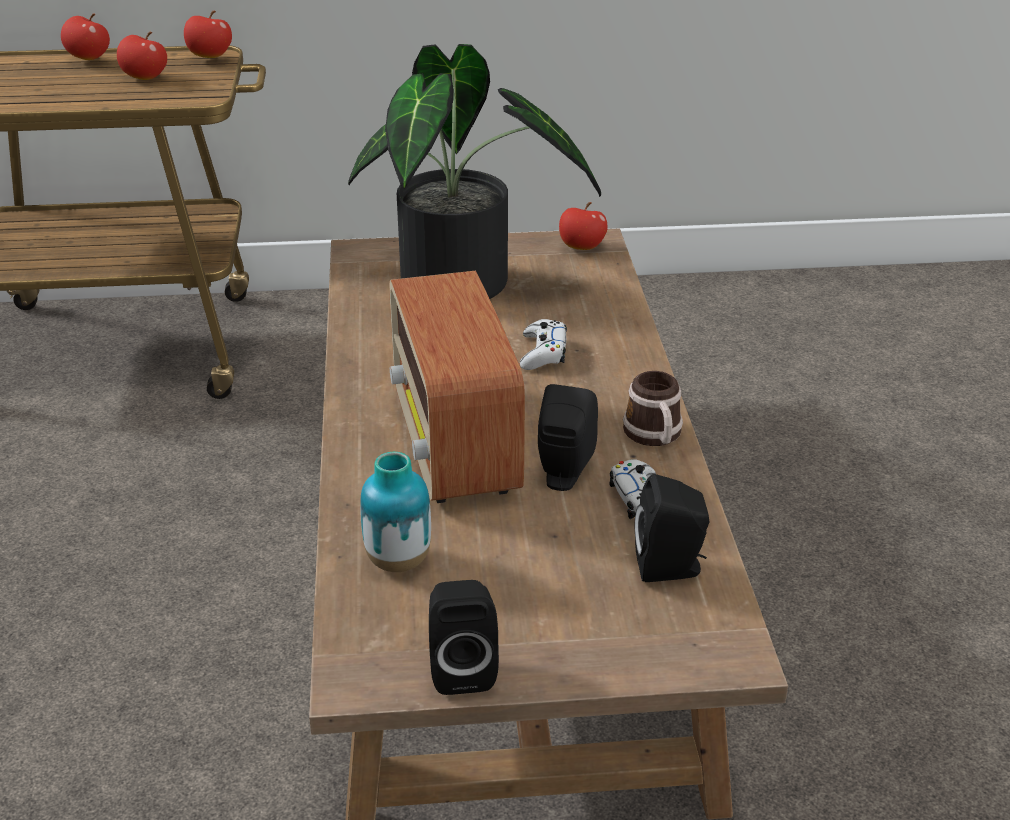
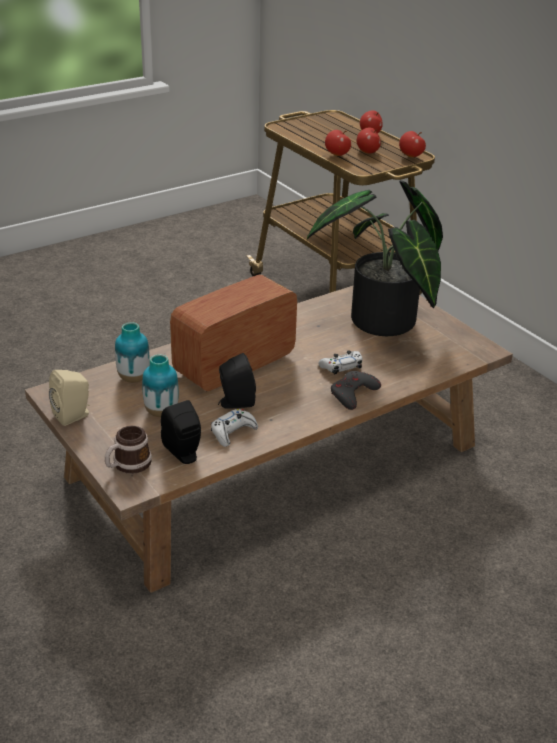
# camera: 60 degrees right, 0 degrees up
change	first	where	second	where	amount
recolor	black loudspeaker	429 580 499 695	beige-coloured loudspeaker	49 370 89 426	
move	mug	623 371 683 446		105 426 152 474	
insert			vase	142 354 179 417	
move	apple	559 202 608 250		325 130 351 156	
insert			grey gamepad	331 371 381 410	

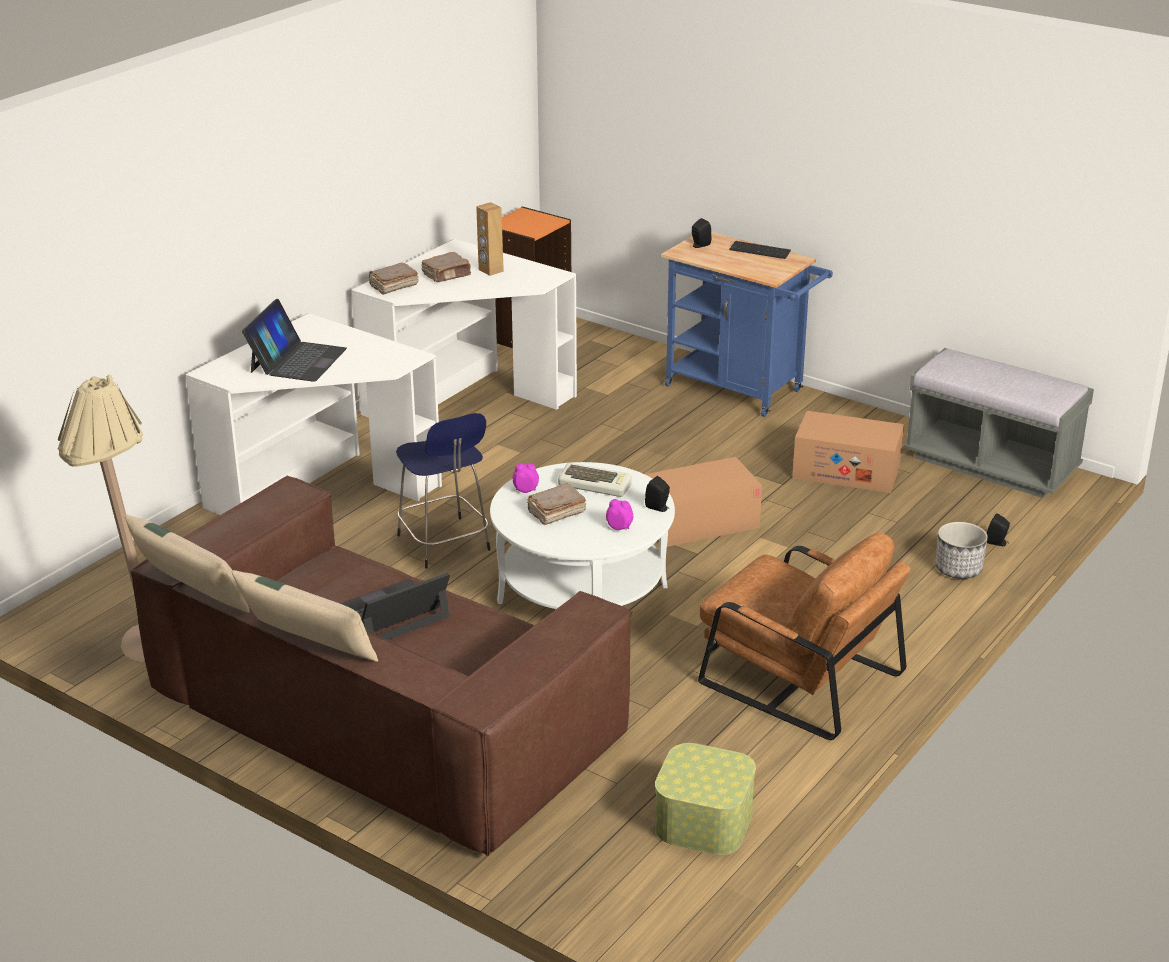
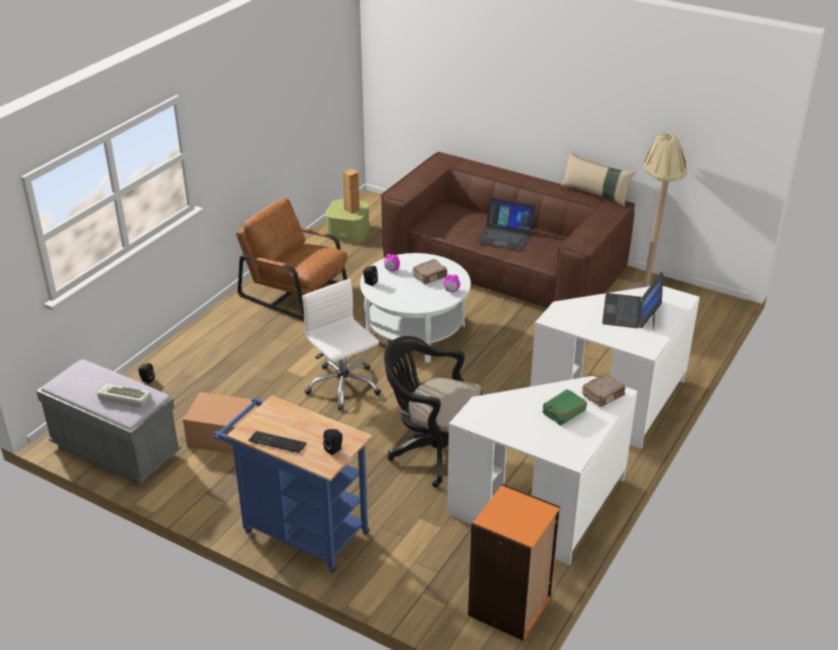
# camera: 175 degrees right, 5 degrees up
change	first	where	second	where	amount
move	PC keyboard	558 463 631 497		97 384 151 408	
replace	packing box	645 457 762 547	white office chair	302 279 381 411	
move	brown loudspeaker	476 202 504 276		343 169 360 213	
insert			black office chair	384 336 482 488	
rotate	portable computer	340 573 450 640		477 197 536 250	60 degrees clockwise
recolor	brown book	421 252 471 282	greenish book	543 389 587 426	
delete	beige-coloured throw pillow	232 570 378 662			
delete	bluish sitting stool	396 413 491 569			
delete	flower pot	936 522 988 579			

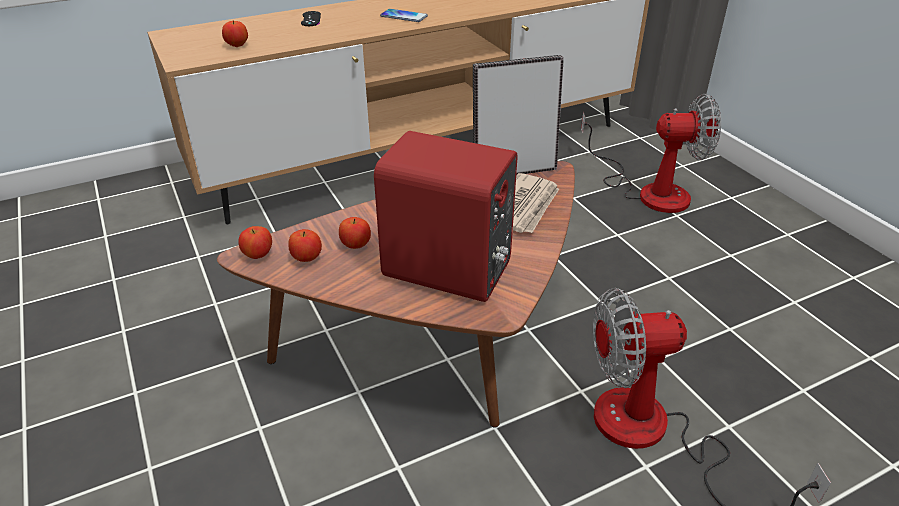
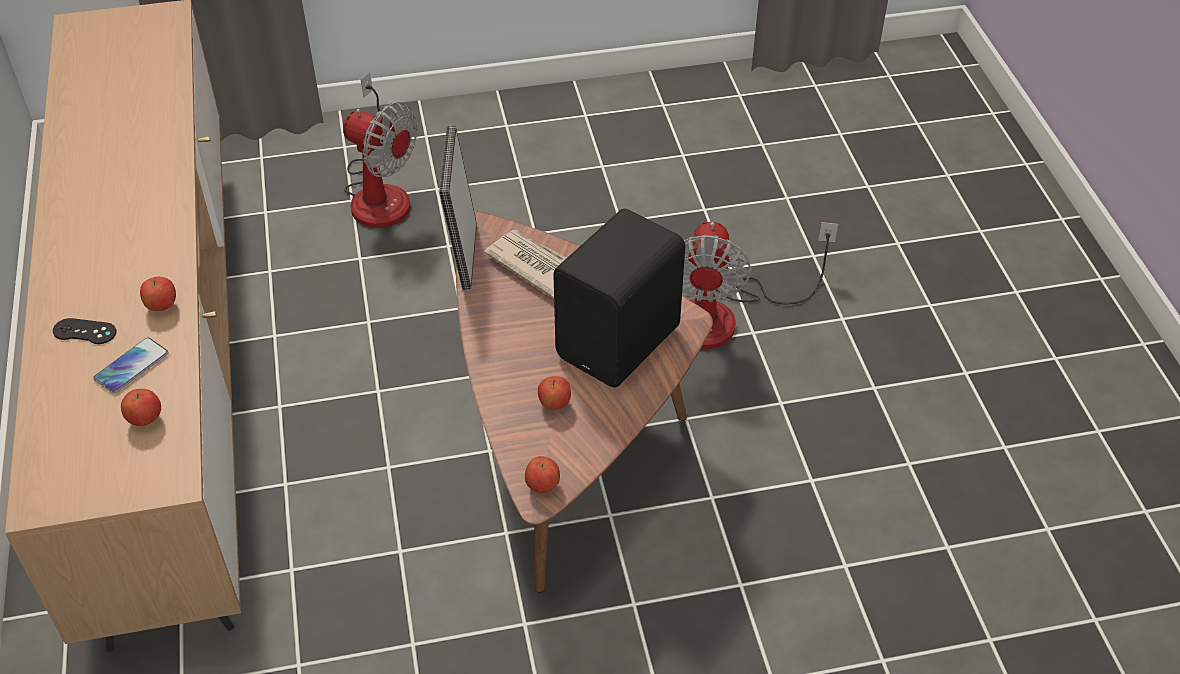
# camera: 75 degrees left, 10 degrees up
change	first	where	second	where	amount
move	handset	380 9 428 22		93 337 169 394	
move	apple	288 229 322 262		140 277 176 311	
rotate	cooling fan	581 94 721 213		343 72 417 228	105 degrees clockwise
recolor	reddish loudspeaker	374 131 518 302	black loudspeaker	553 209 685 387	

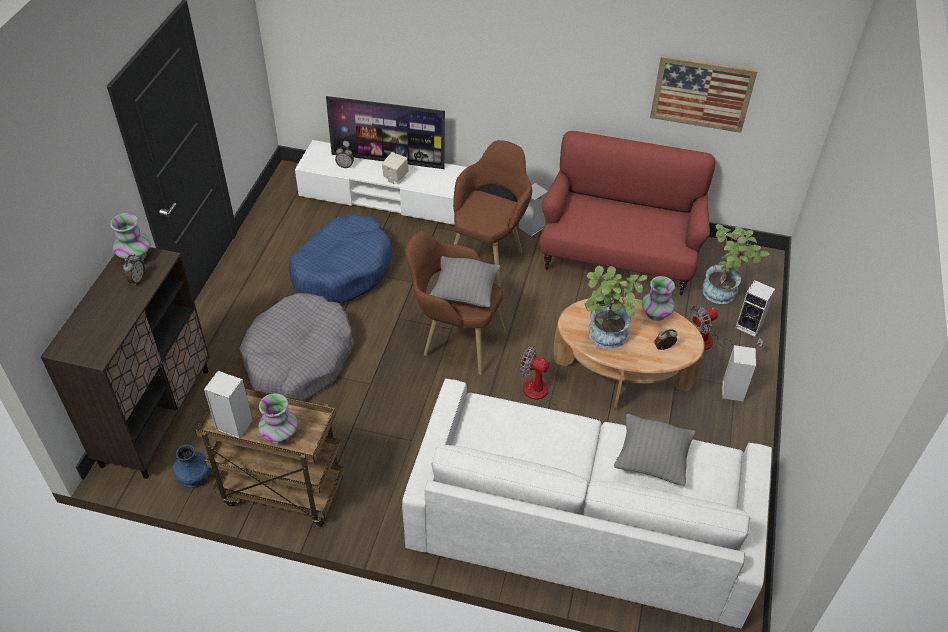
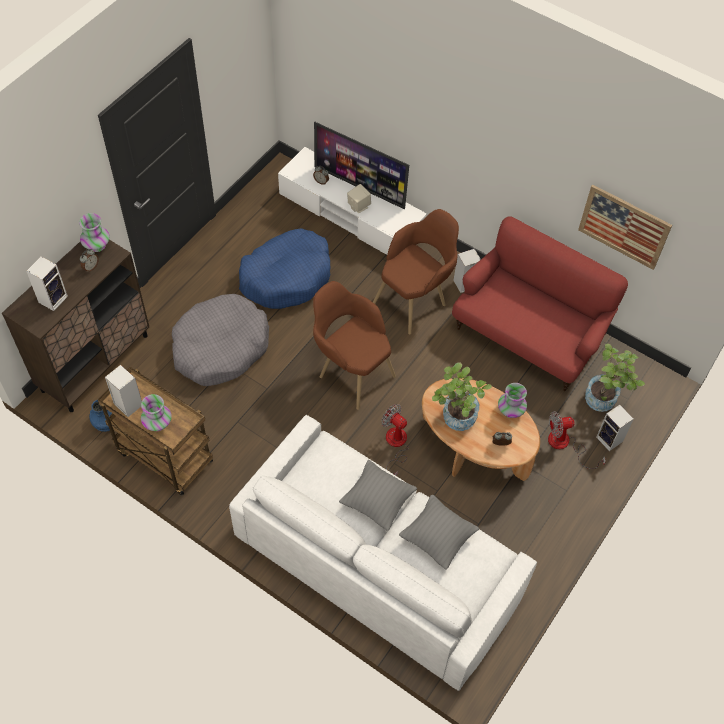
# camera: 20 degrees right, 10 degrees up
change	first	where	second	where	amount
move	loudspeaker	722 345 756 401		26 256 68 311	
move	grey throw pillow	430 256 501 307		339 460 417 531	

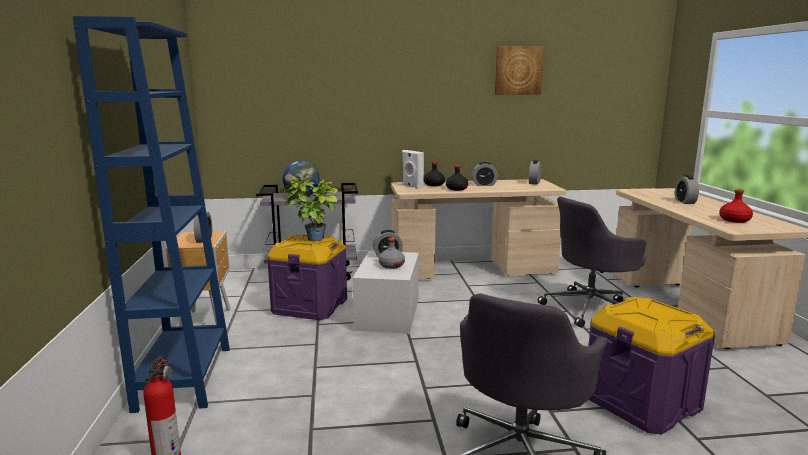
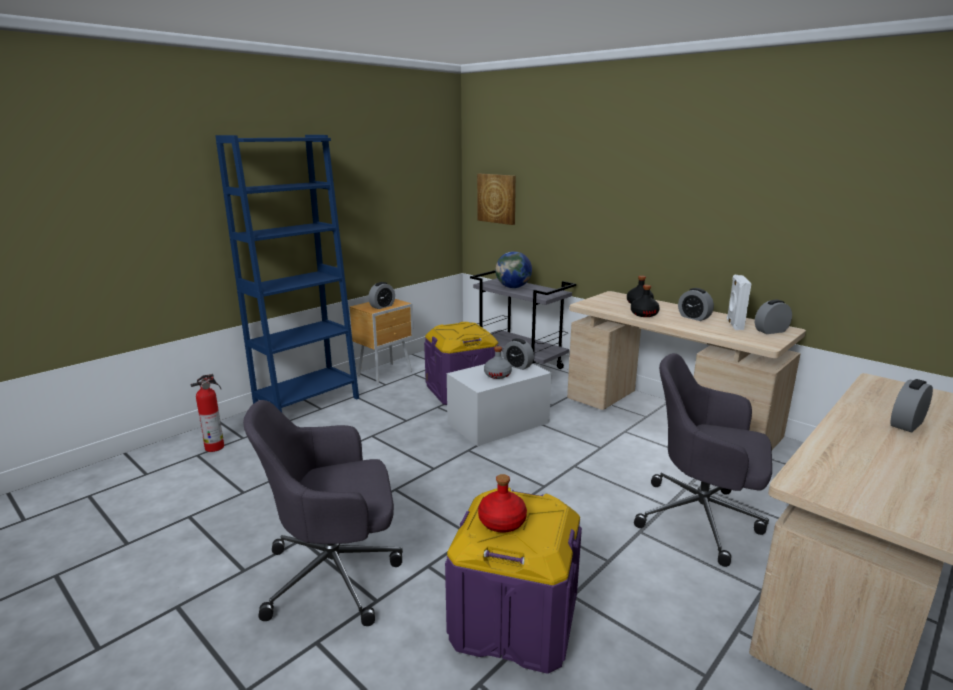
# camera: 50 degrees right, 5 degrees up
change	first	where	second	where	amount
move	wall art	495 46 544 95		477 174 516 225	
move	reddish beverage bottle	719 189 753 223		478 474 527 533	
move	white loudspeaker	402 150 424 189		726 275 752 330	
delete	potted plant	284 174 338 241			

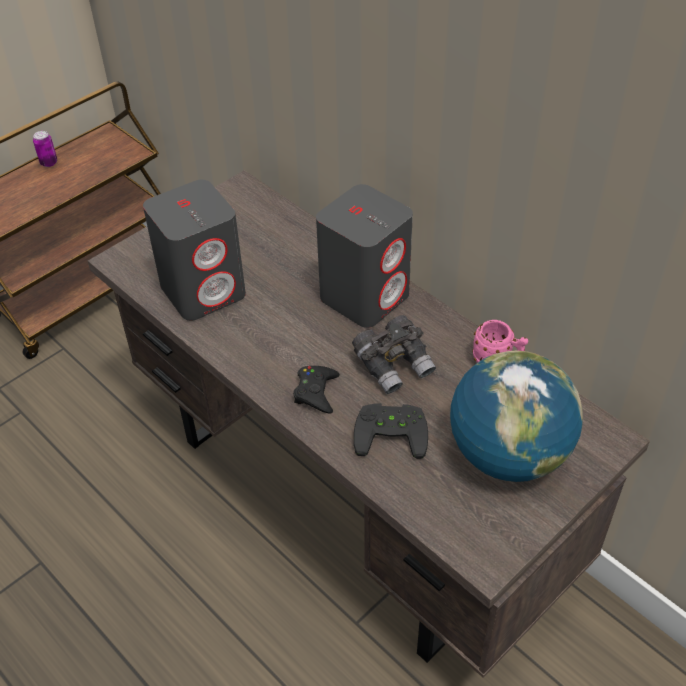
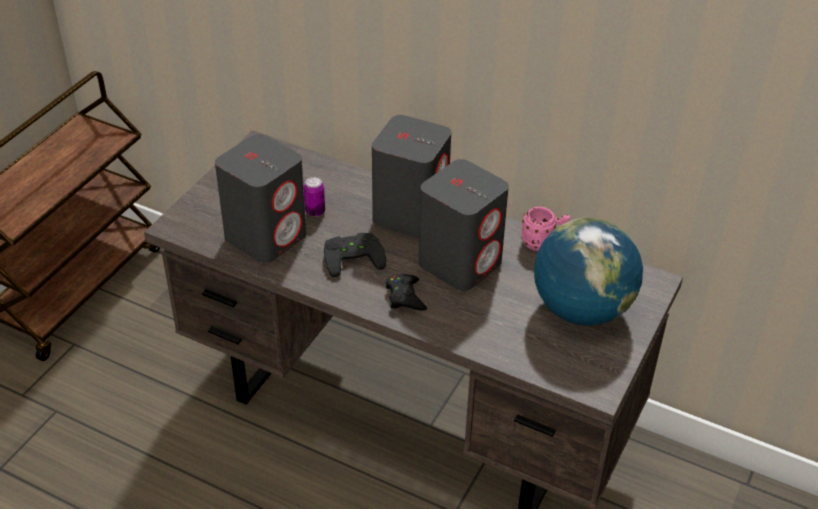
# camera: 20 degrees left, 5 degrees down
change	first	where	second	where	amount
move	can	33 131 57 167		304 177 325 217	
move	black gamepad	354 403 428 459		324 233 386 277	
replace	grey binoculars	352 315 436 394	grey loudspeaker	419 159 509 291	

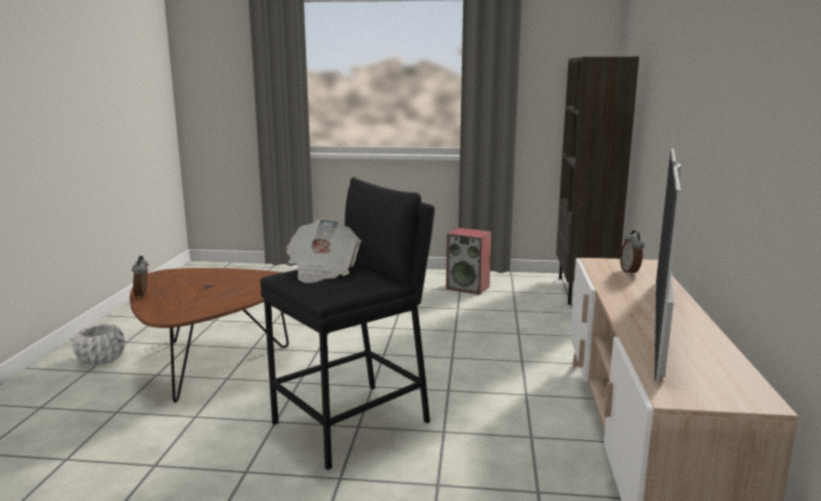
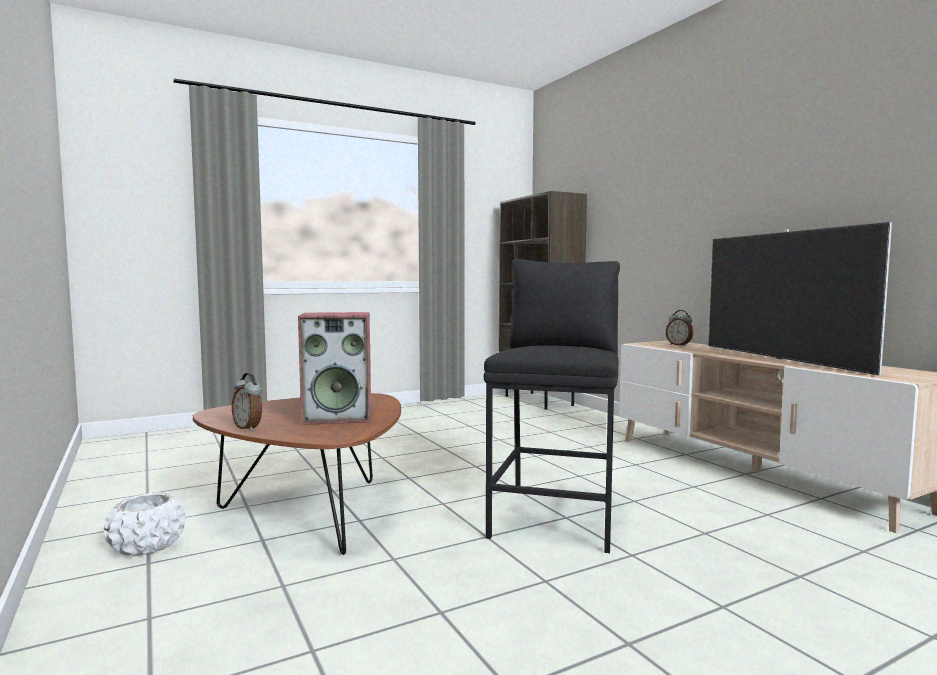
# camera: 35 degrees left, 10 degrees down
change	first	where	second	where	amount
move	loudspeaker	446 228 491 295		298 312 371 425	
delete	daily paper	286 218 361 283			

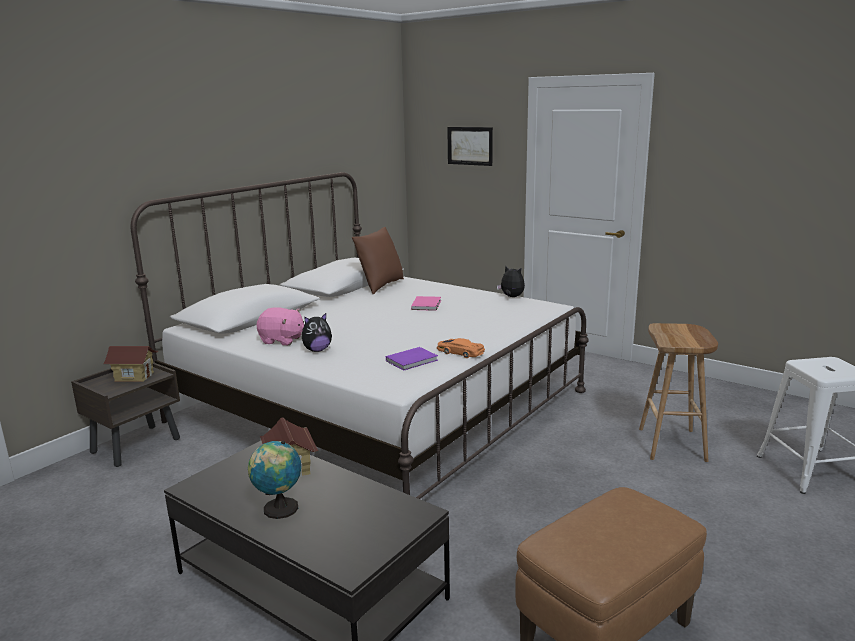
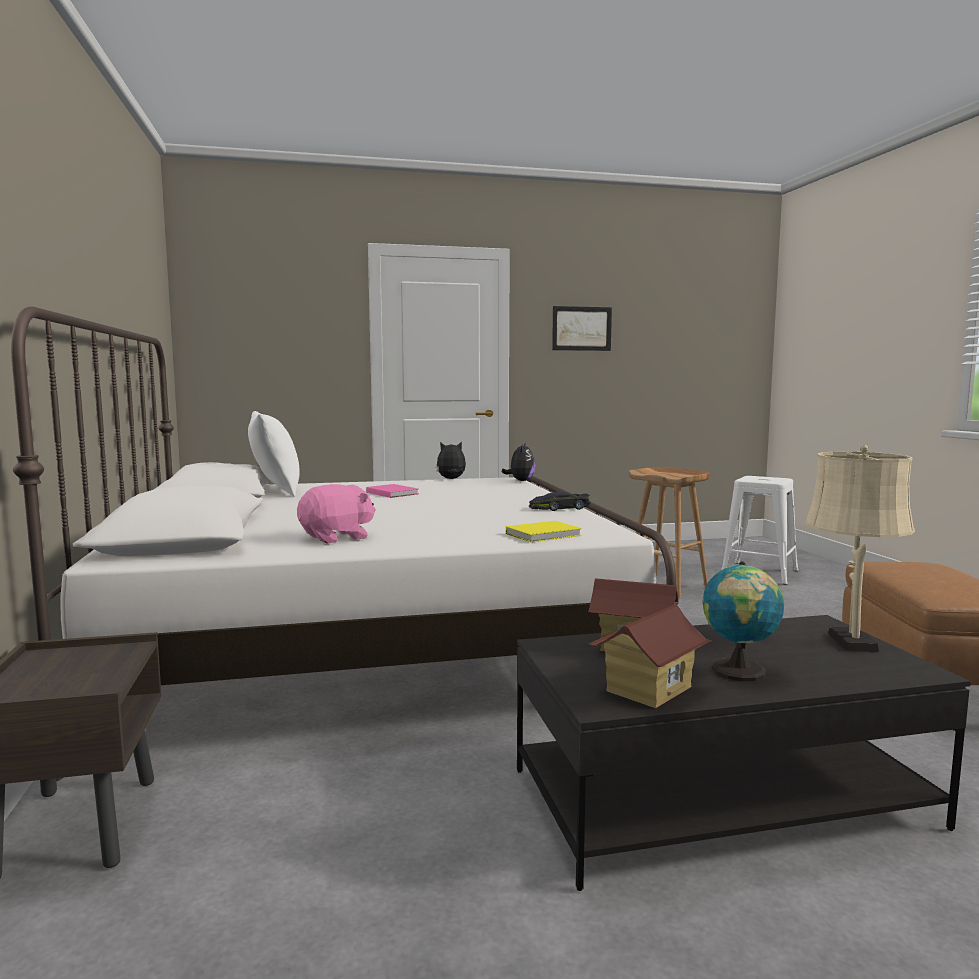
# camera: 50 degrees left, 10 degrees down
change	first	where	second	where	amount
recolor	brown throw pillow	352 227 404 294	white throw pillow	248 411 300 497	
move	plush toy	302 313 332 352		502 442 535 481	
insert			yellowish book	506 521 582 542	
recolor	orangey toy car	437 338 485 358	black toy car	529 492 591 511	
move	wall art	447 127 493 166		552 306 612 351	
move	model house	104 346 158 382		588 605 712 708	
insert			beige-coloured table lamp	805 445 915 652	
delete	purple-coloured book	386 347 438 371			

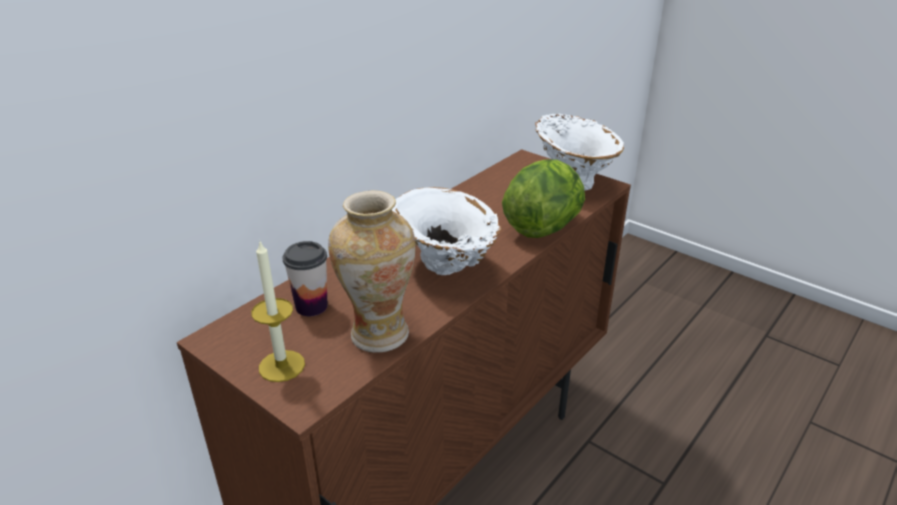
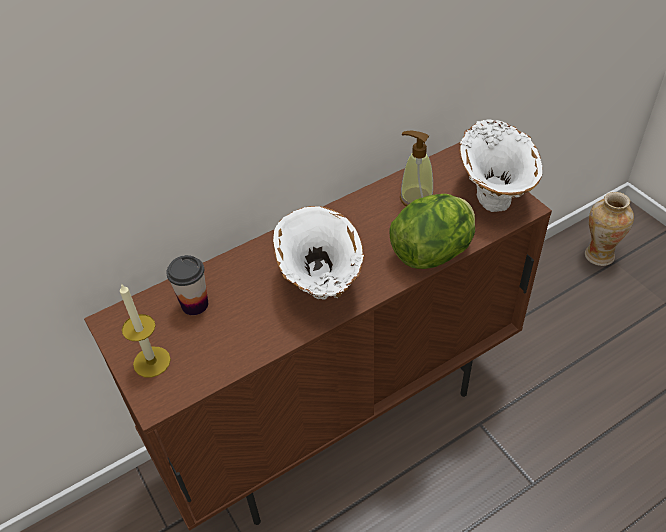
# camera: 20 degrees right, 15 degrees up
change	first	where	second	where	amount
insert			soap dispenser	400 131 433 206	
move	vase	328 191 416 353		585 192 634 266	

